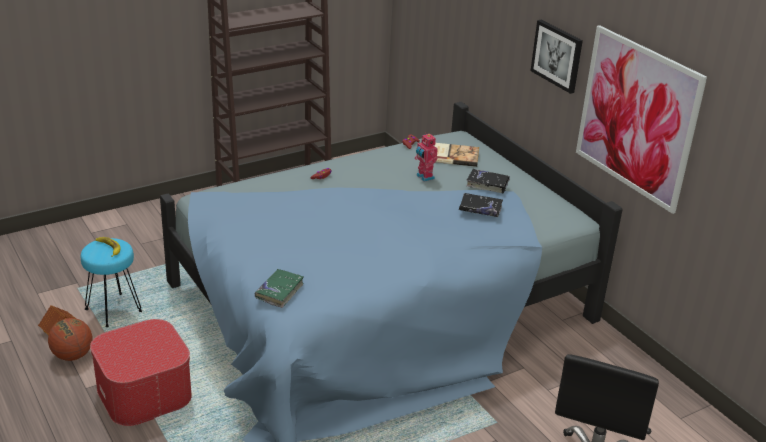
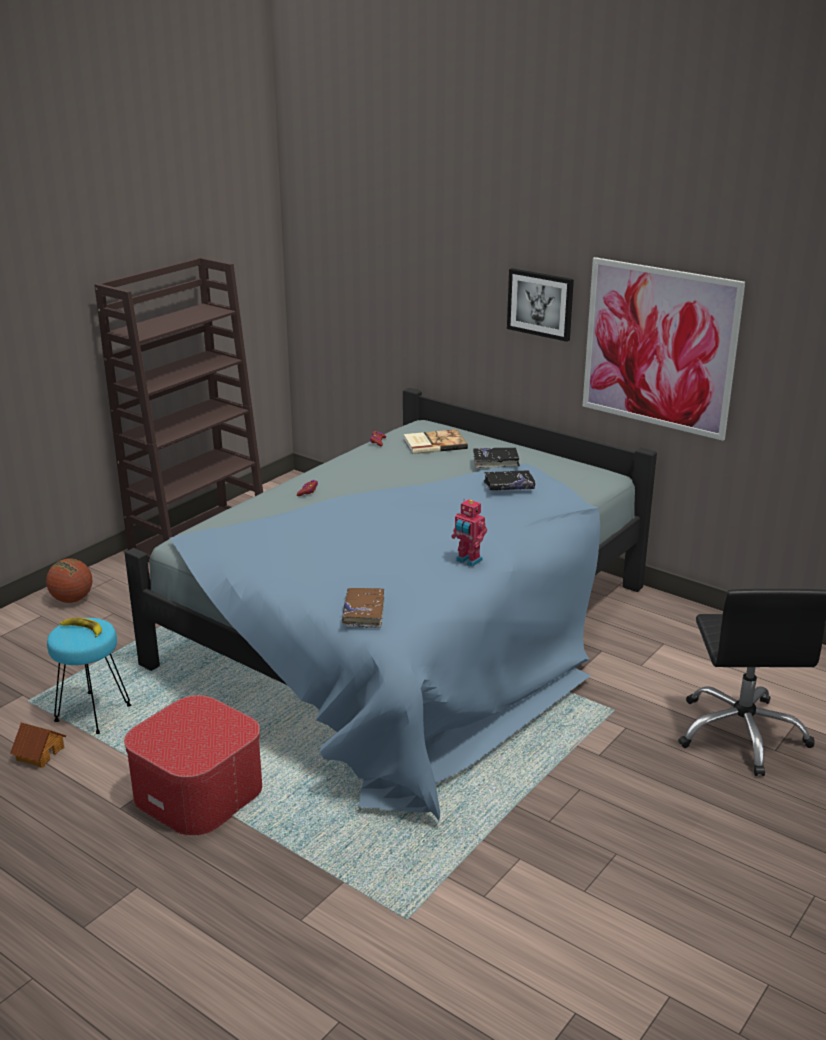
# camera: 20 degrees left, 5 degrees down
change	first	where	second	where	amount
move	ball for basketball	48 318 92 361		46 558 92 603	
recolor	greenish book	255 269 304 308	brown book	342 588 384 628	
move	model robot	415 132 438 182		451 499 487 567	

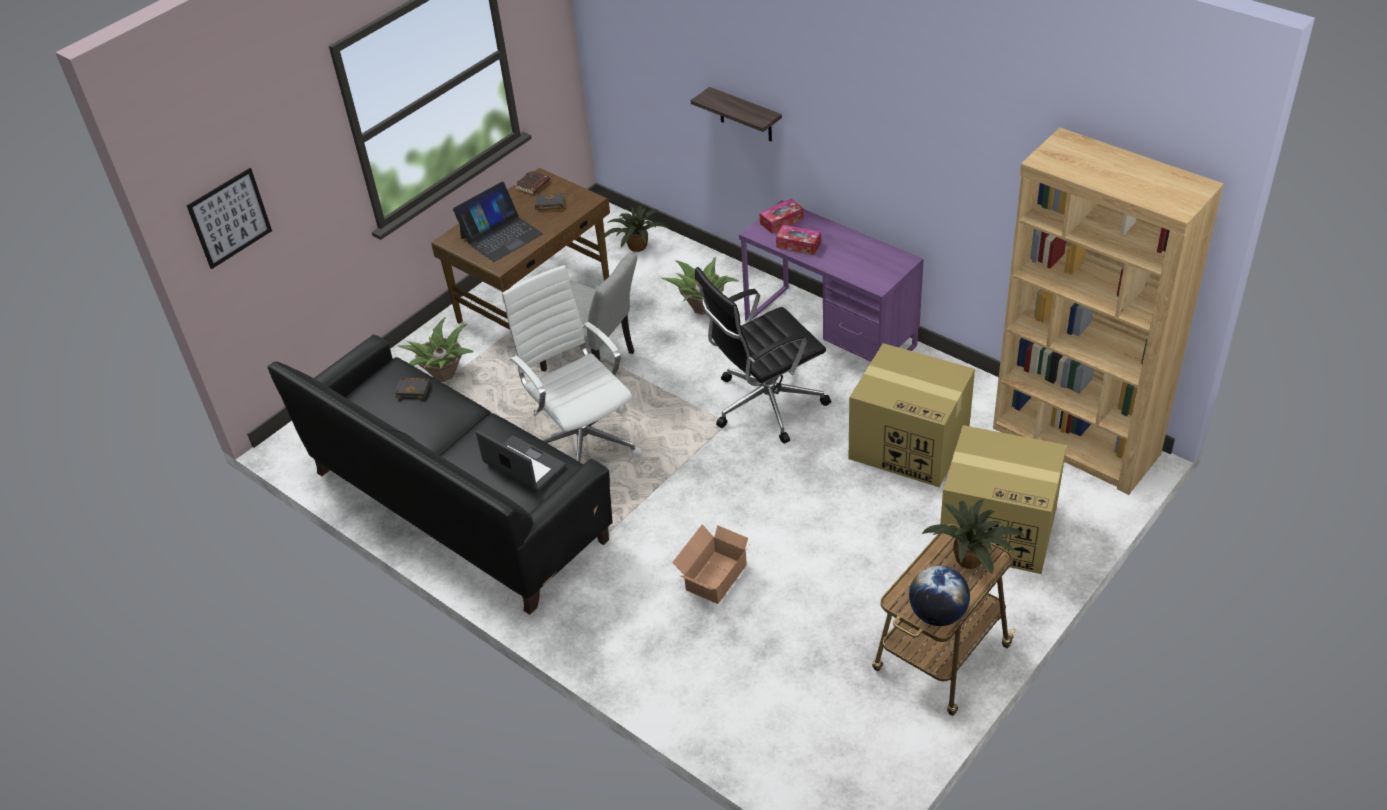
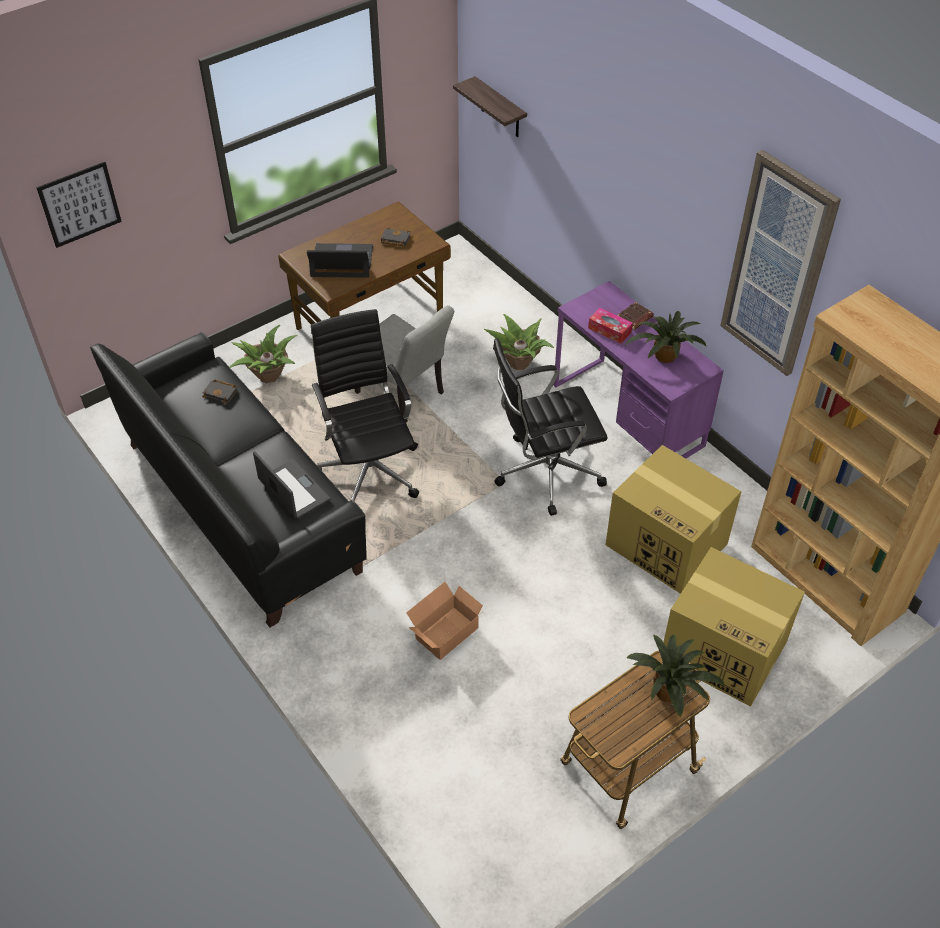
# camera: 10 degrees right, 5 degrees up
change	first	where	second	where	amount
rotate	portable computer	453 182 543 262		307 243 373 278	150 degrees counterclockwise
recolor	white office chair	502 265 642 462	black office chair	311 309 419 501	
move	bracket shelf	691 87 782 141		453 76 527 137	
move	brown book	514 170 550 195		617 302 654 330	
move	potted plant	605 205 670 252		625 311 707 363	
insert			wall art	720 150 841 376	
delete	tissue box	760 199 804 233			
delete	desk globe	909 565 970 626			

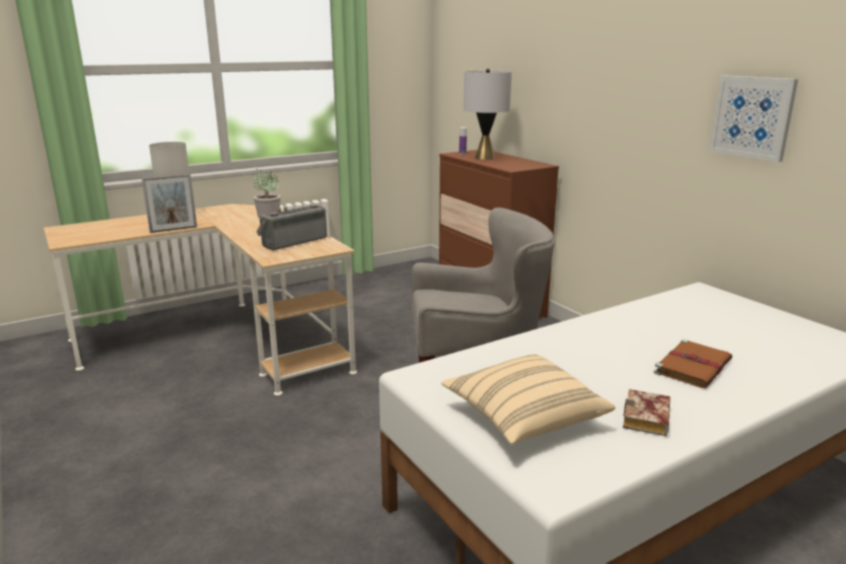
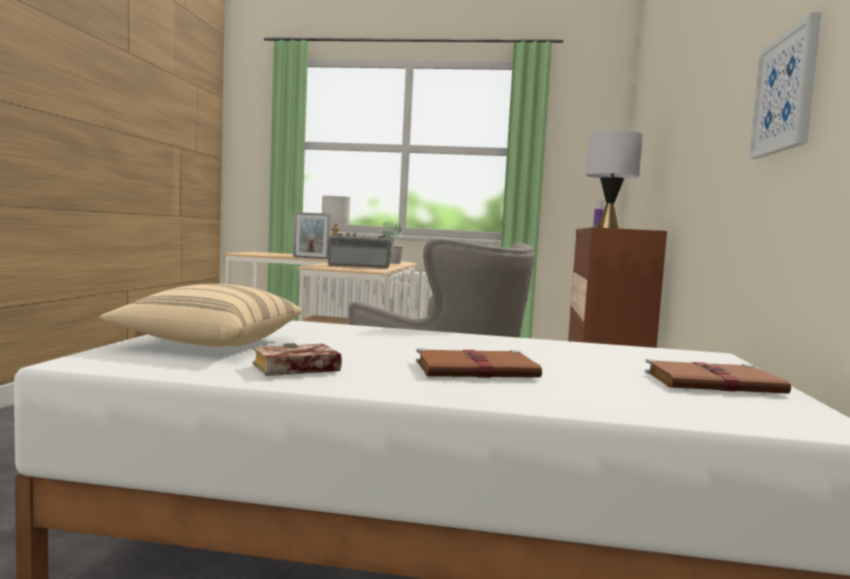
# camera: 40 degrees right, 15 degrees down
change	first	where	second	where	amount
insert			brown book	645 359 791 394	

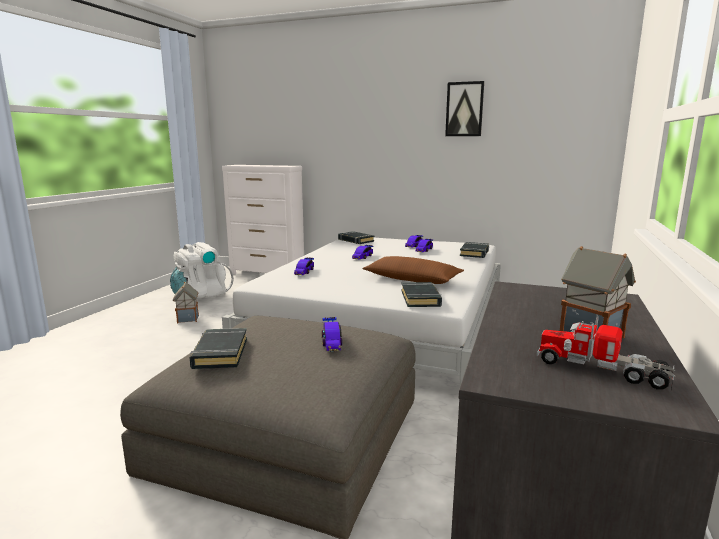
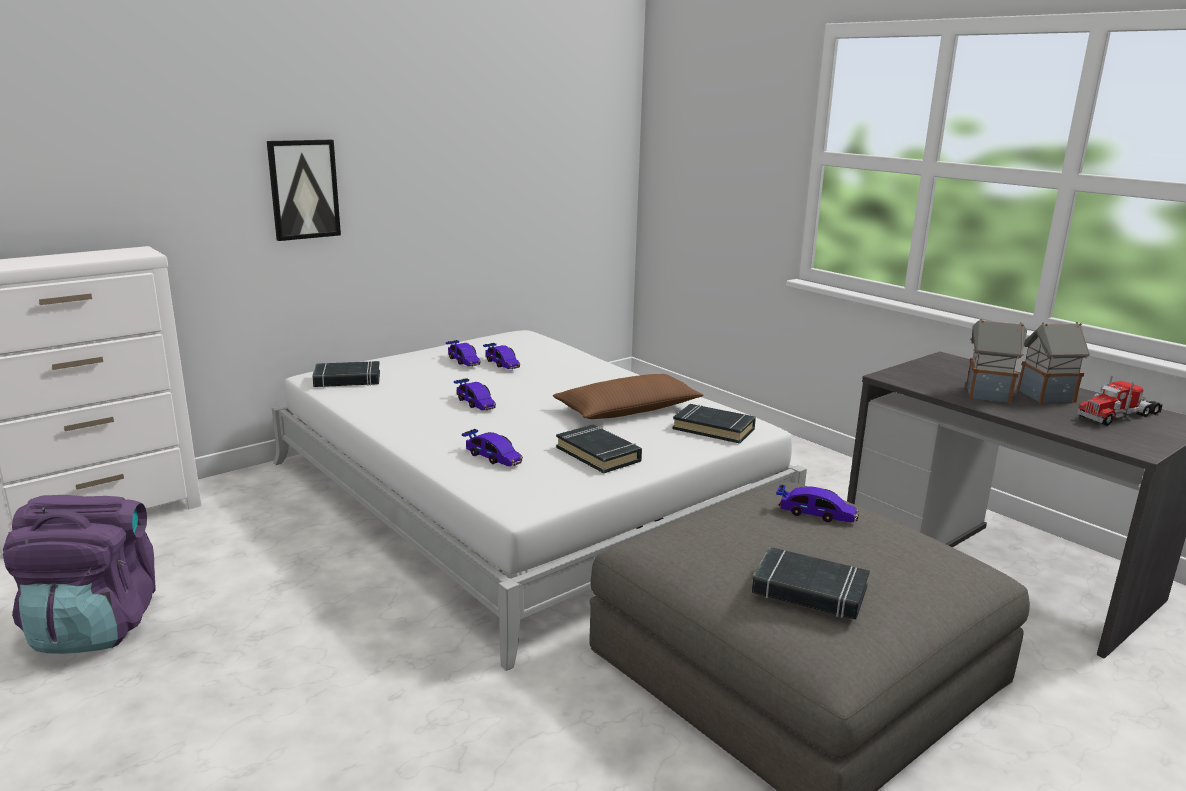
# camera: 60 degrees left, 5 degrees up
change	first	where	second	where	amount
recolor	white knapsack	170 242 234 299	purple-coloured knapsack	3 495 156 654	
move	wall art	445 81 484 136		267 140 341 241	
move	black book	460 242 489 258		556 425 642 473	
move	model house	173 281 199 323		966 319 1027 404	

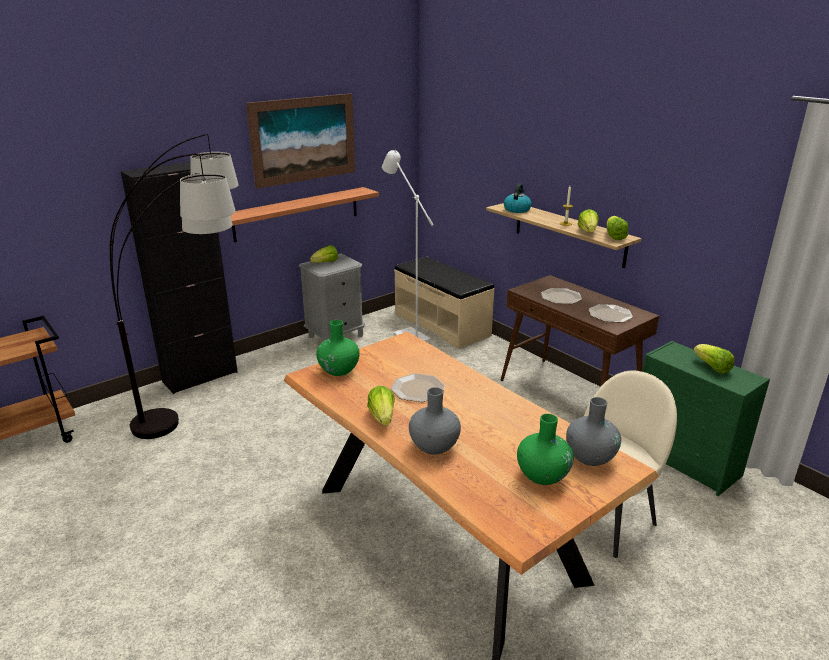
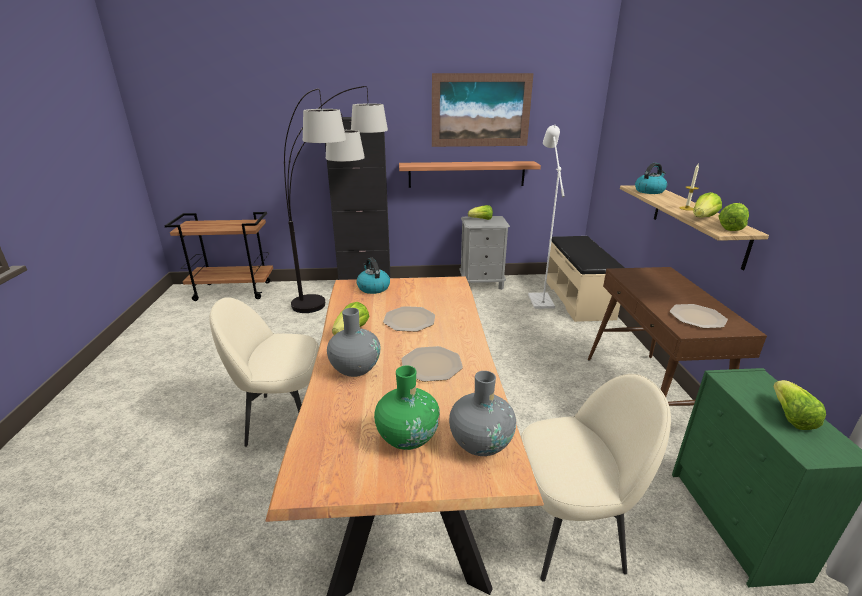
# camera: 35 degrees right, 0 degrees up
change	first	where	second	where	amount
insert			beige-coloured chair	209 297 319 447	
replace	greenish vase	316 320 360 376	water kettle	357 258 390 294	
move	dinner plate	541 288 582 304		402 346 463 382	

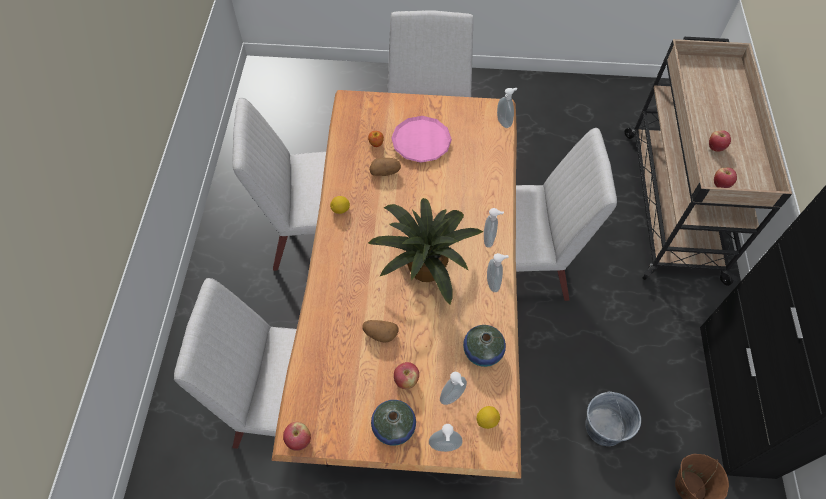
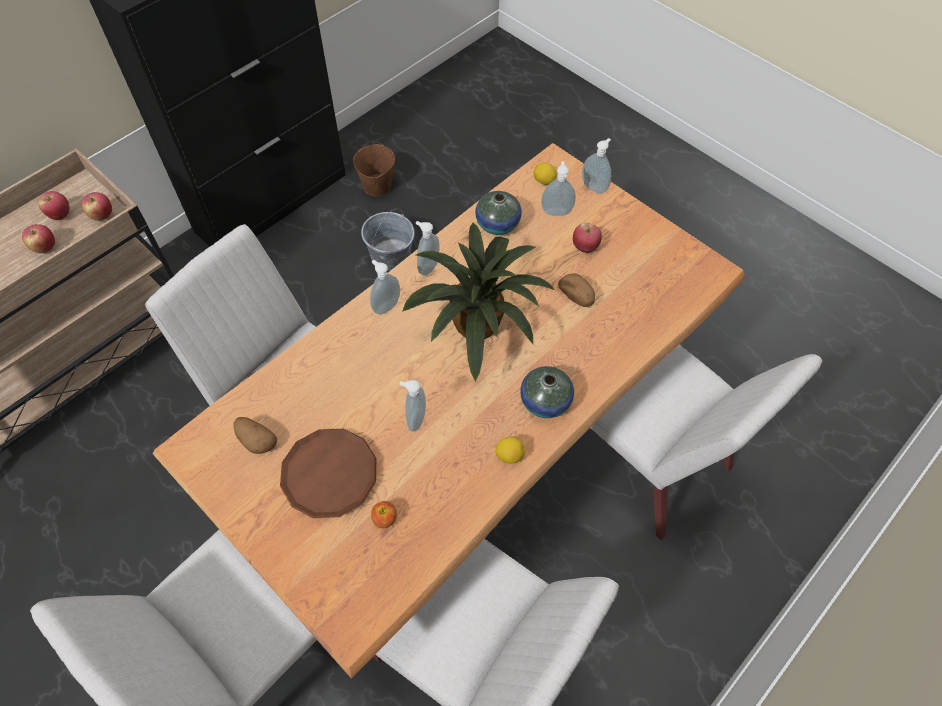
# camera: 140 degrees left, 0 degrees up
change	first	where	second	where	amount
move	apple	283 422 311 451		38 191 70 220	
move	whole potato	370 158 401 176		234 417 277 454	
recolor	pink dinner plate	391 116 452 163	brown dinner plate	280 429 376 518	
move	soap dispenser	497 88 517 128		399 380 426 432	
move	vase	371 400 416 446		520 366 574 418	

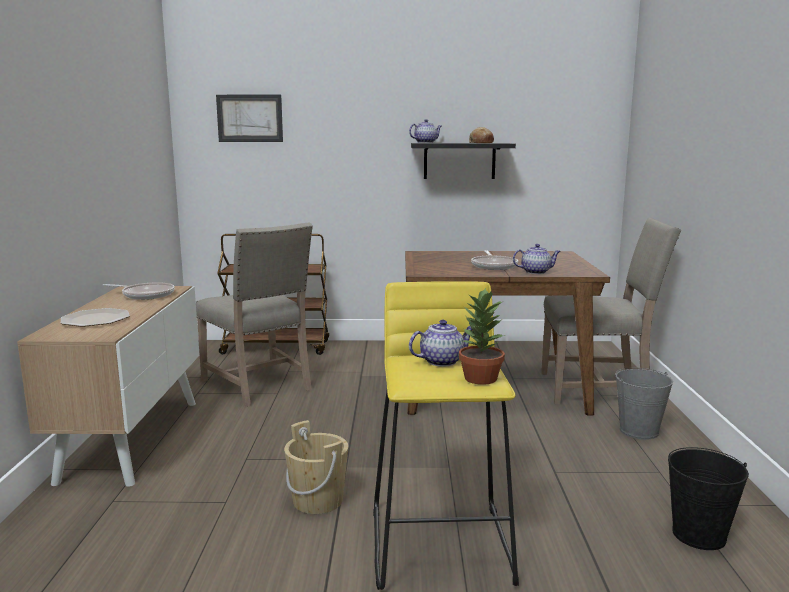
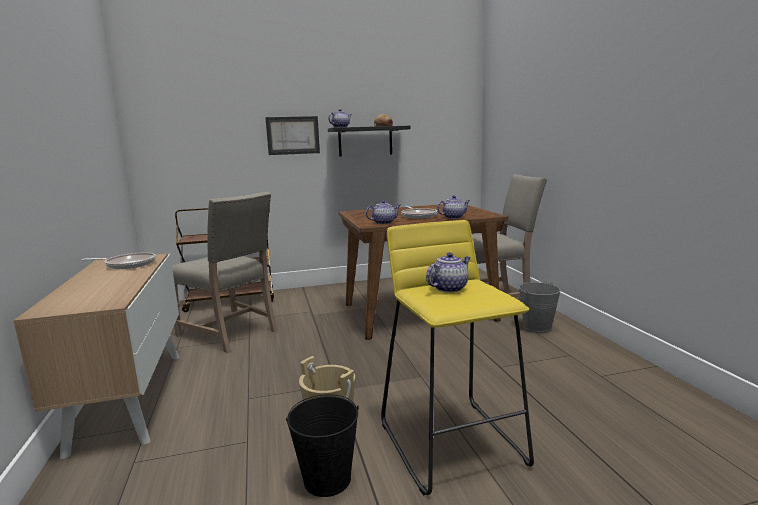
# camera: 15 degrees left, 0 degrees up
change	first	where	second	where	amount
move	wall art	216 95 283 142		265 116 320 155	
move	black water bucket	668 447 749 550		286 394 359 497	
insert			teapot	366 200 400 224	
delete	dinner plate	61 308 130 327			
delete	potted plant	459 288 505 385			

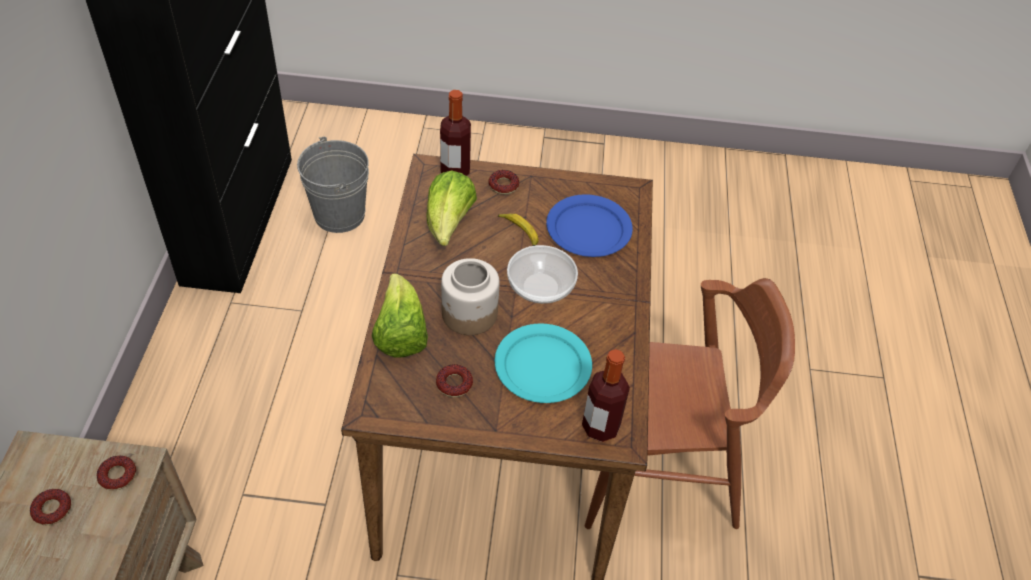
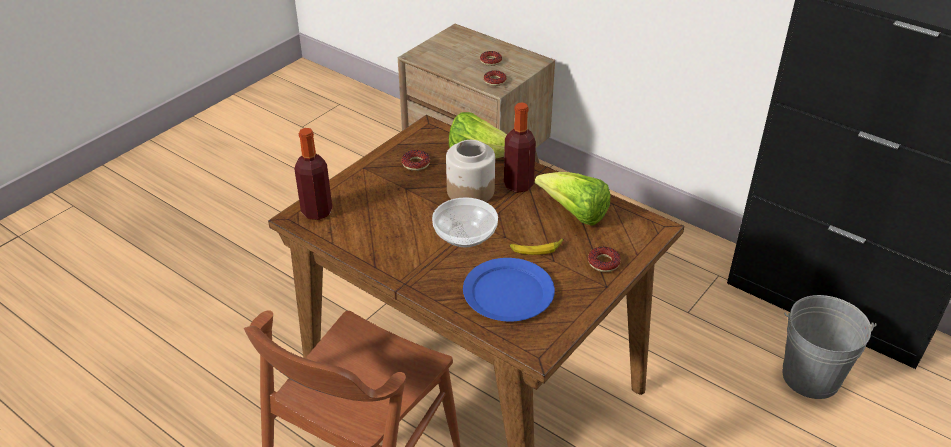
# camera: 125 degrees right, 10 degrees down
change	first	where	second	where	amount
move	beverage bottle	440 90 471 176		504 102 536 193	
delete	turquoise dinner plate	495 323 592 403			

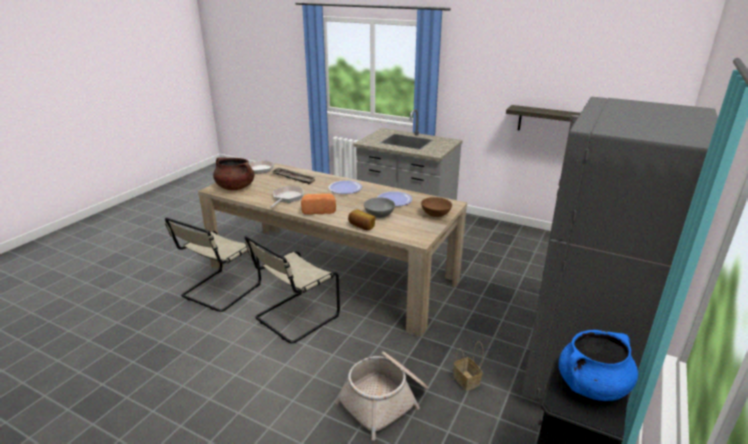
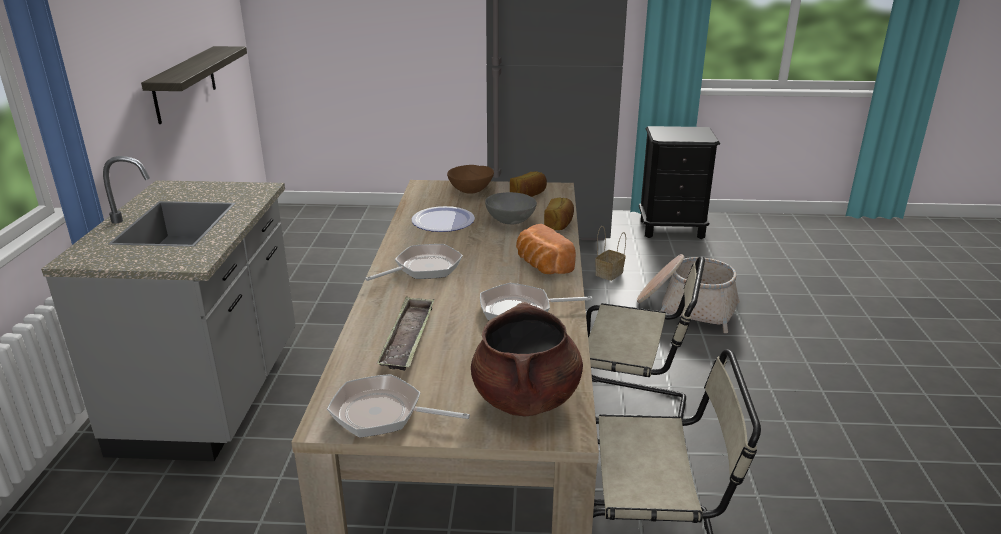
# camera: 115 degrees left, 0 degrees up
change	first	where	second	where	amount
replace	dinner plate	328 180 362 194	skillet	365 244 463 281	
insert			bakery bread	510 171 547 197	
delete	bluish cooking pot	559 330 638 401			

